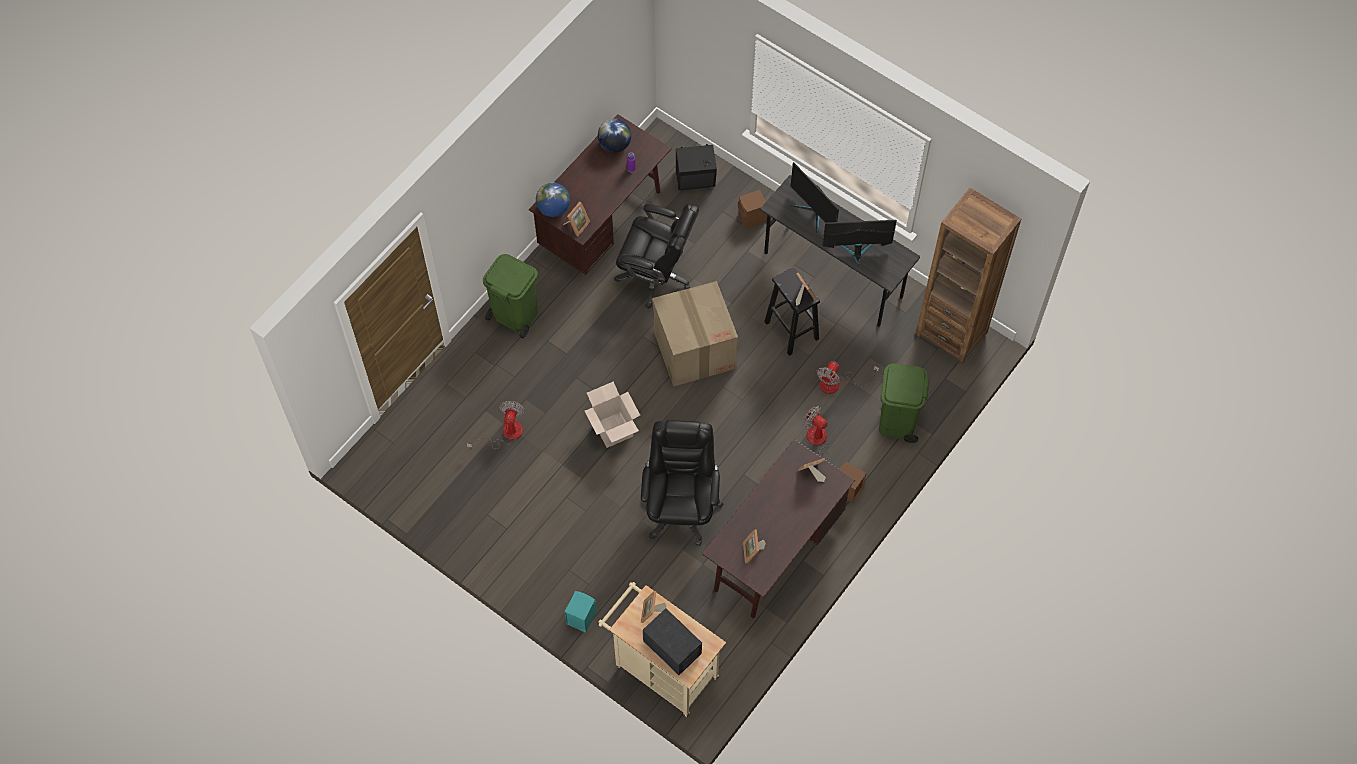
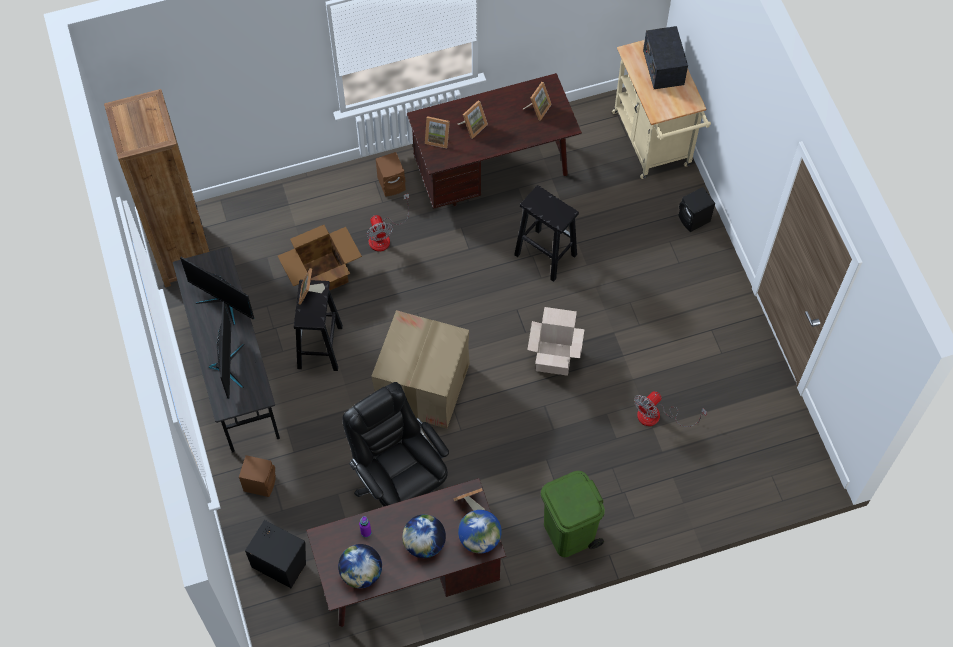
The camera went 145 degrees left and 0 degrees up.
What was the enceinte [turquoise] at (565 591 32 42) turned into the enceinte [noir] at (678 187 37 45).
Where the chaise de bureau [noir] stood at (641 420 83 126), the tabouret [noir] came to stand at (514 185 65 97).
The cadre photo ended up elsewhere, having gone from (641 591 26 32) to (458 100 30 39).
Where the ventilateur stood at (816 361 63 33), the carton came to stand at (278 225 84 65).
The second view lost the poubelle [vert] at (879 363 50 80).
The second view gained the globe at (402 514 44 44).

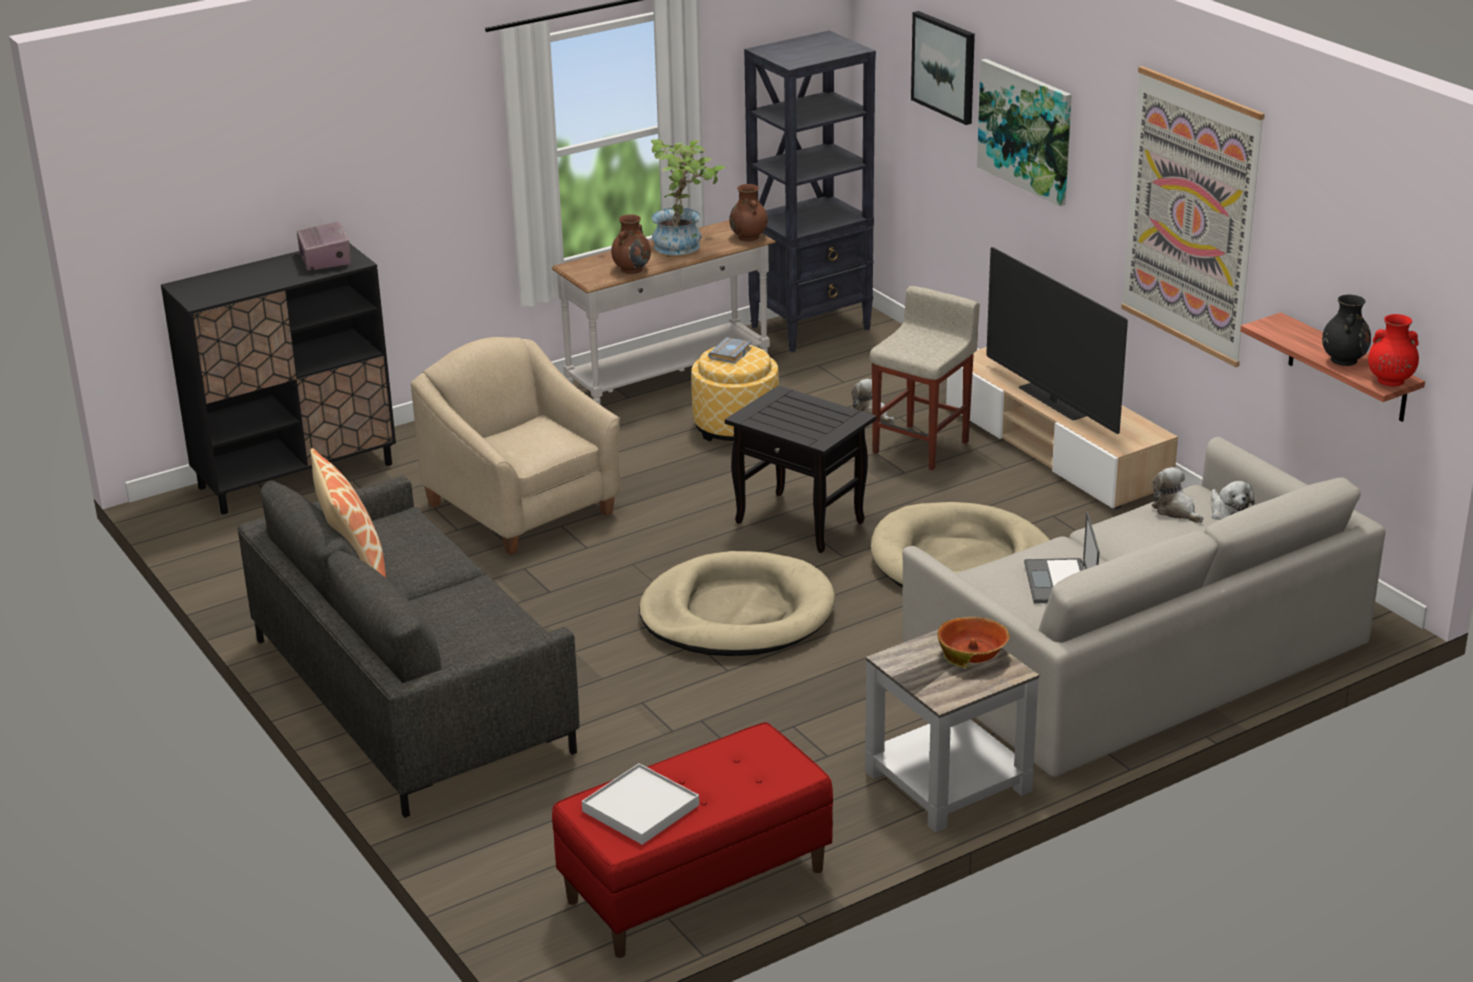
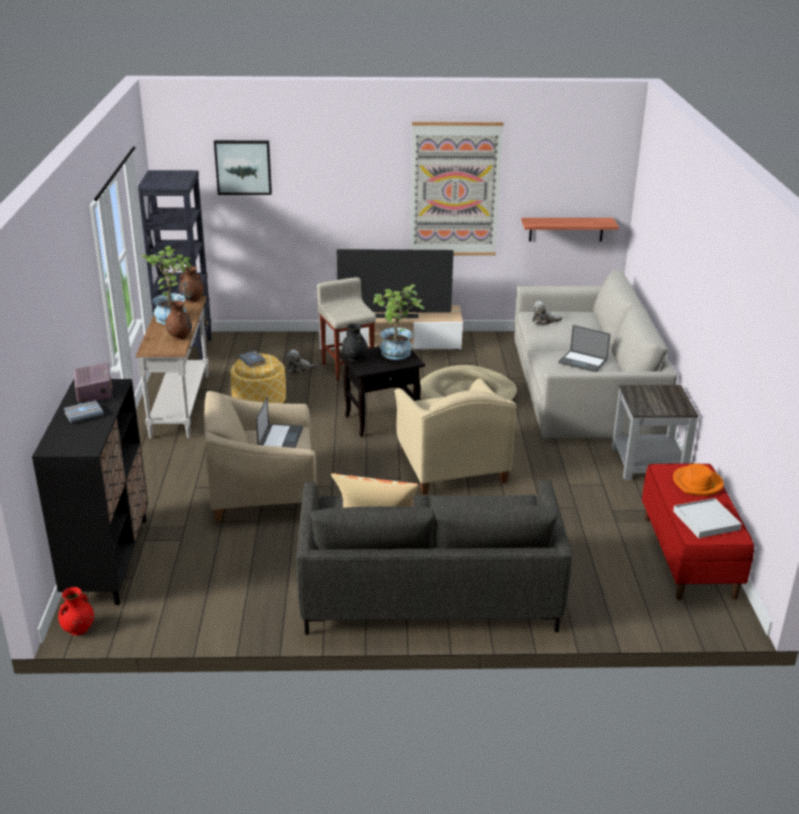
The camera went 60 degrees left and 0 degrees up.
The radio at (297 221 54 49) ended up facing another way, 60 degrees clockwise from before.
Where the panier pour chien [beige] stood at (639 551 196 105), the fauteuil [beige] came to stand at (394 378 123 117).
The second view lost the bol at (938 617 72 51).
The second view lost the tableau at (977 59 95 147).
The second view lost the peluche at (1211 481 44 39).
The vase [noir] ended up elsewhere, having gone from (1322 295 49 71) to (342 323 26 39).
The vase [rouge] ended up elsewhere, having gone from (1368 314 51 72) to (58 587 36 48).
The second view gained the livre [gris] at (64 400 40 23).
The second view gained the ordinateur portable at (256 396 47 52).
The second view gained the plante en pot at (373 284 51 76).
The second view gained the chapeau [orange] at (673 464 51 32).

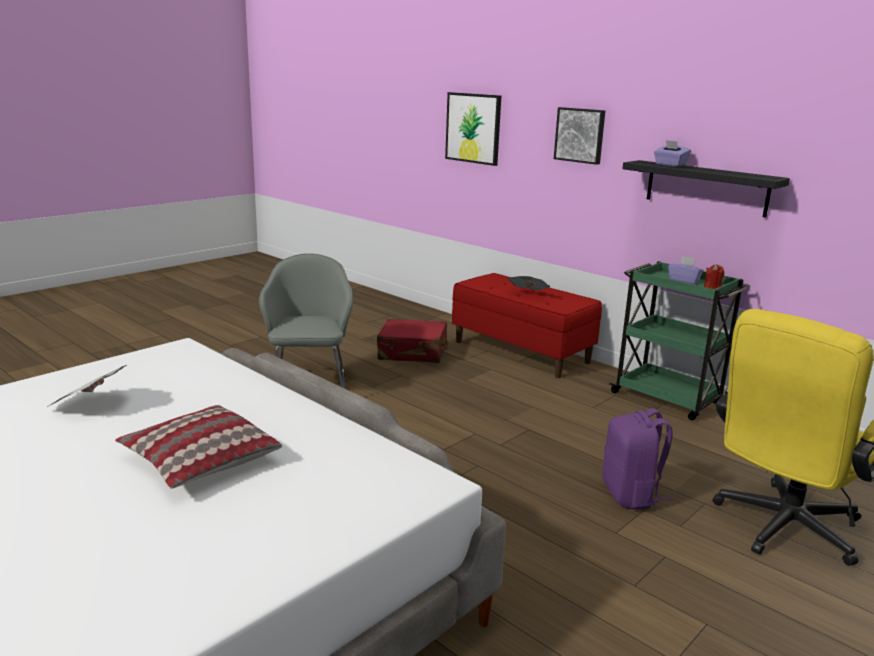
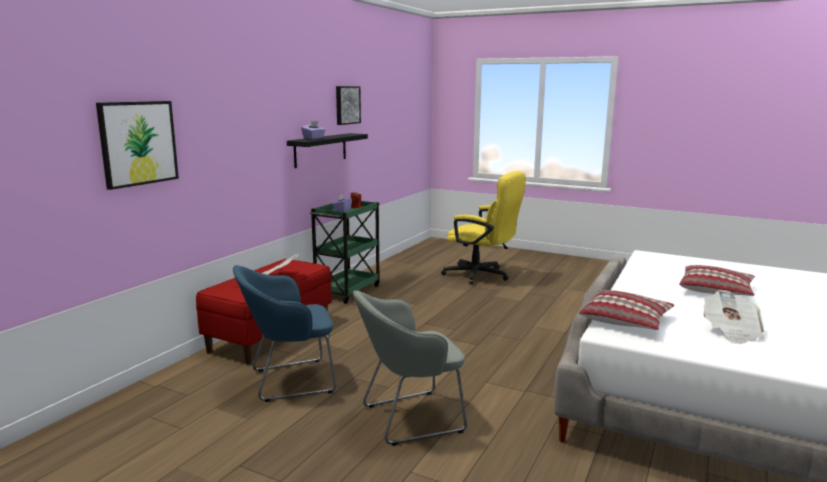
The camera went 105 degrees left and 5 degrees down.
Where the valise [rouge] stood at (377 319 71 44), the fauteuil [bleu] came to stand at (233 265 103 137).
The tableau ended up elsewhere, having gone from (554 107 51 58) to (336 86 25 39).
The second view lost the sac à dos [violet] at (602 408 71 101).
The second view gained the coussin at (579 290 95 40).

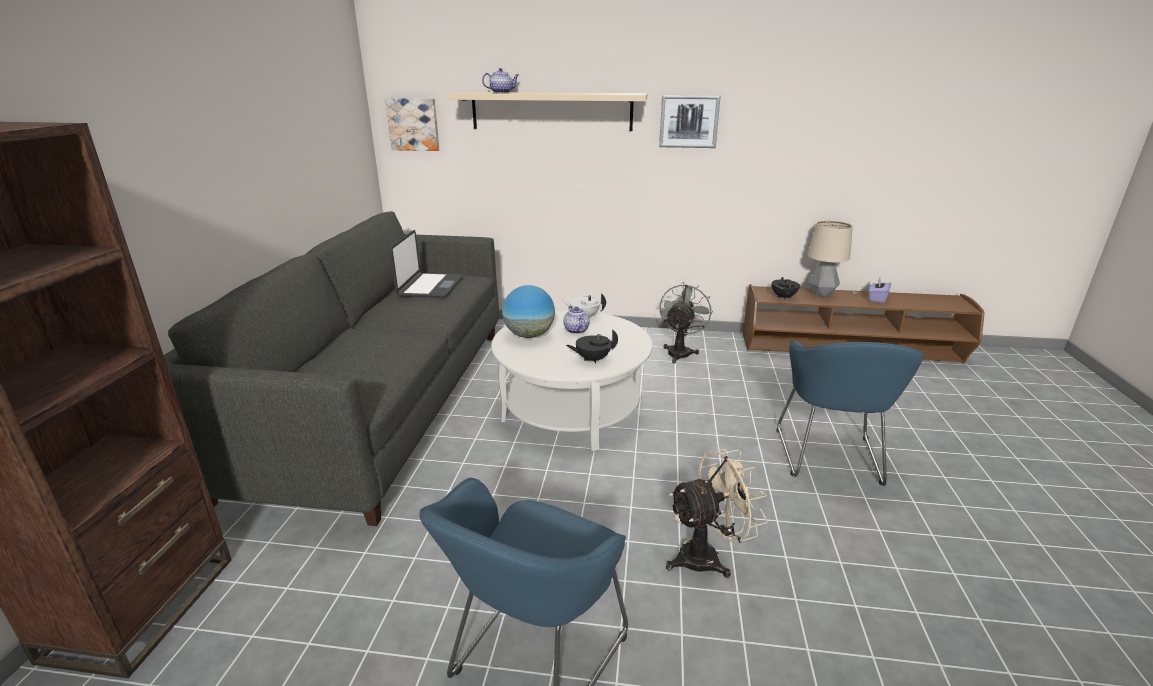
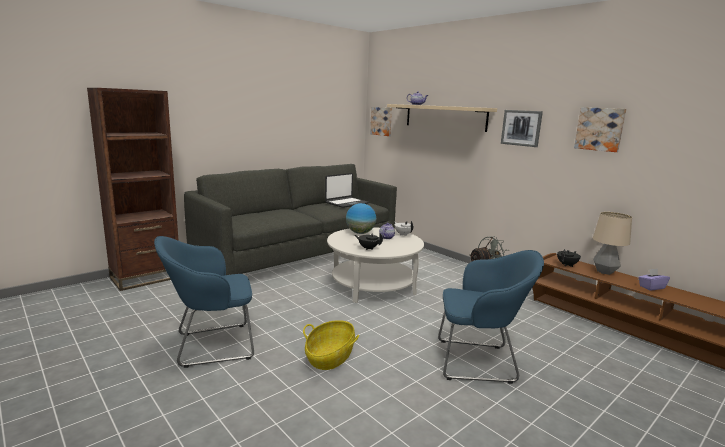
The camera went 40 degrees right and 10 degrees down.
Where the ventilateur [beige] stood at (666 449 102 129), the panier came to stand at (303 320 56 50).
The fauteuil [bleu] at (776 340 148 146) ended up facing another way, 135 degrees counterclockwise from before.
The second view gained the tableau at (574 107 52 45).

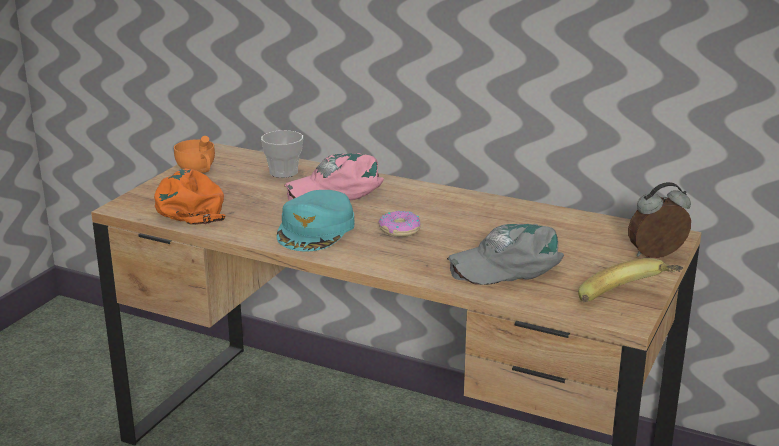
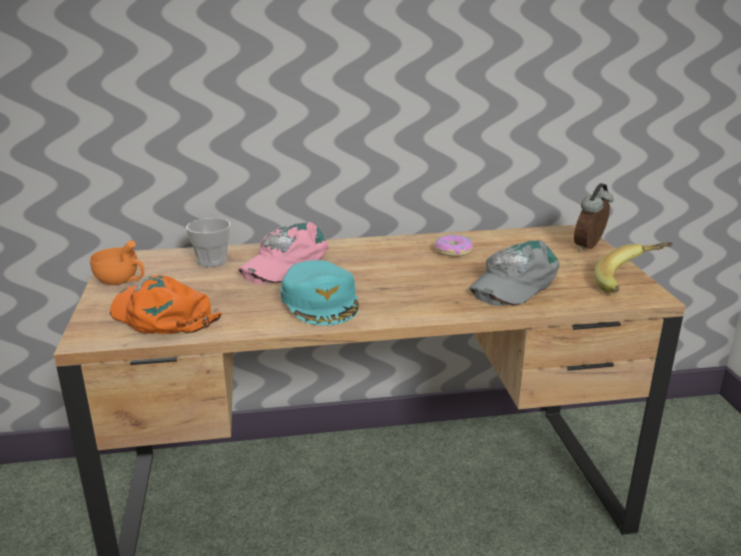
The camera went 35 degrees left and 0 degrees up.
The beignet ended up elsewhere, having gone from (378 211 43 26) to (435 235 38 22).

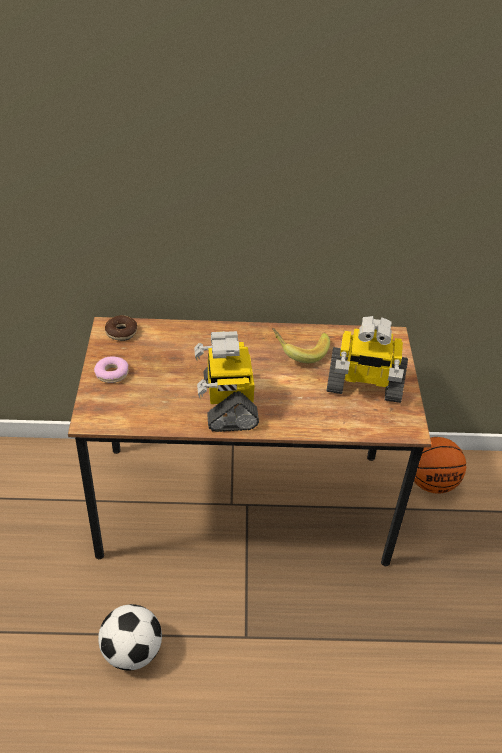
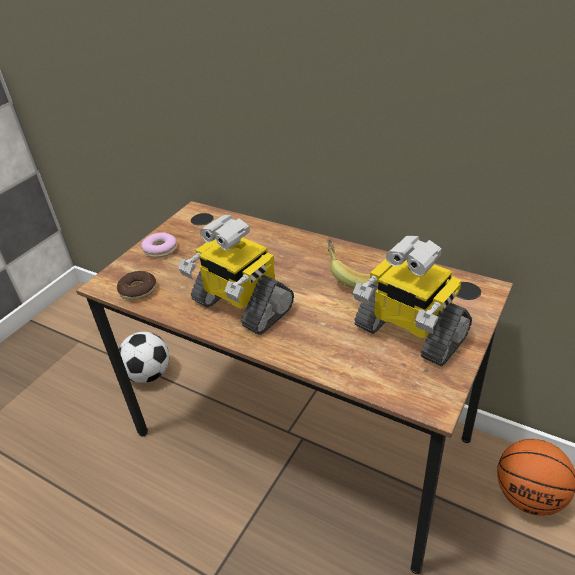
The camera went 35 degrees right and 5 degrees down.
The ballon de foot ended up elsewhere, having gone from (98 604 64 66) to (119 332 51 51).
The beignet ended up elsewhere, having gone from (105 315 32 25) to (117 271 39 29).
The robot jouet at (194 331 65 101) ended up facing another way, 75 degrees counterclockwise from before.

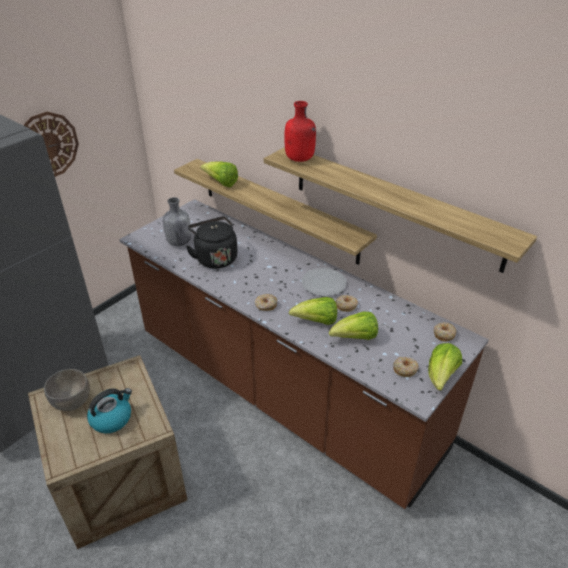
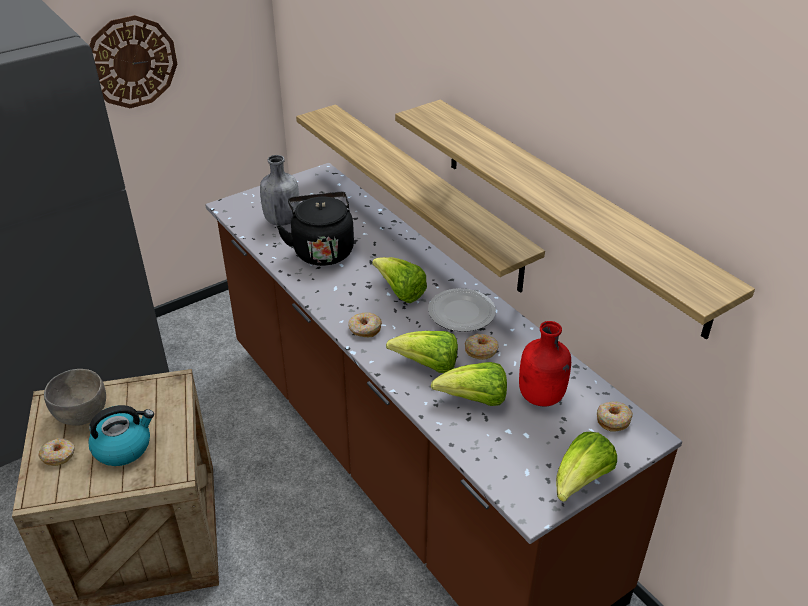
The camera went 15 degrees right and 0 degrees up.
The laitue ended up elsewhere, having gone from (200 161 38 26) to (372 257 55 46).
The bouteille [rouge] ended up elsewhere, having gone from (284 101 32 61) to (519 321 52 85).
The beignet ended up elsewhere, having gone from (393 357 26 20) to (39 438 36 28).

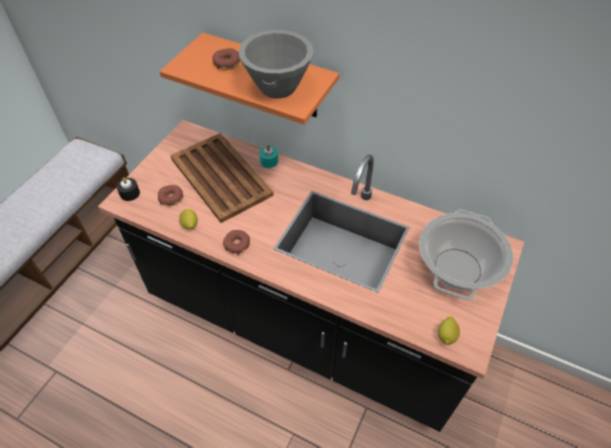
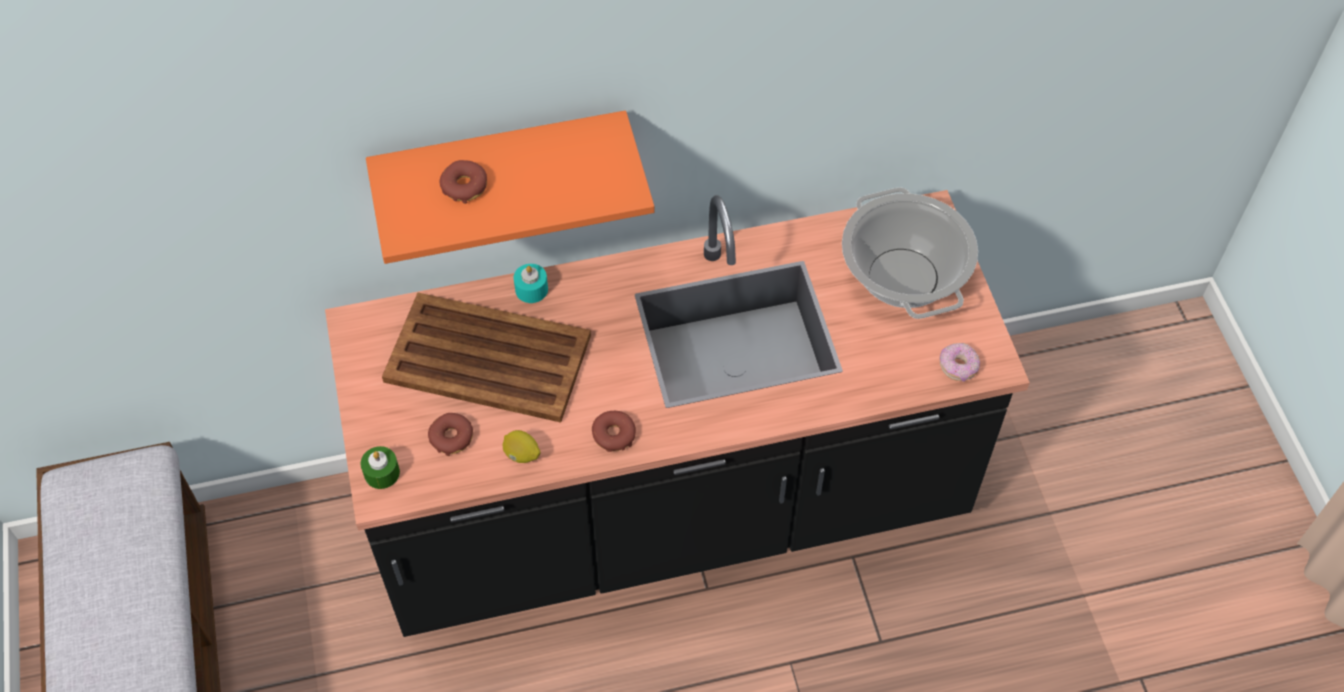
The camera went 40 degrees left and 5 degrees up.
What was the bougie [noir] at (116 177 24 24) turned into the bougie [vert] at (361 446 39 43).
The second view lost the bol [gris] at (239 30 75 69).
Where the citron stood at (438 316 22 28), the beignet came to stand at (939 343 41 39).

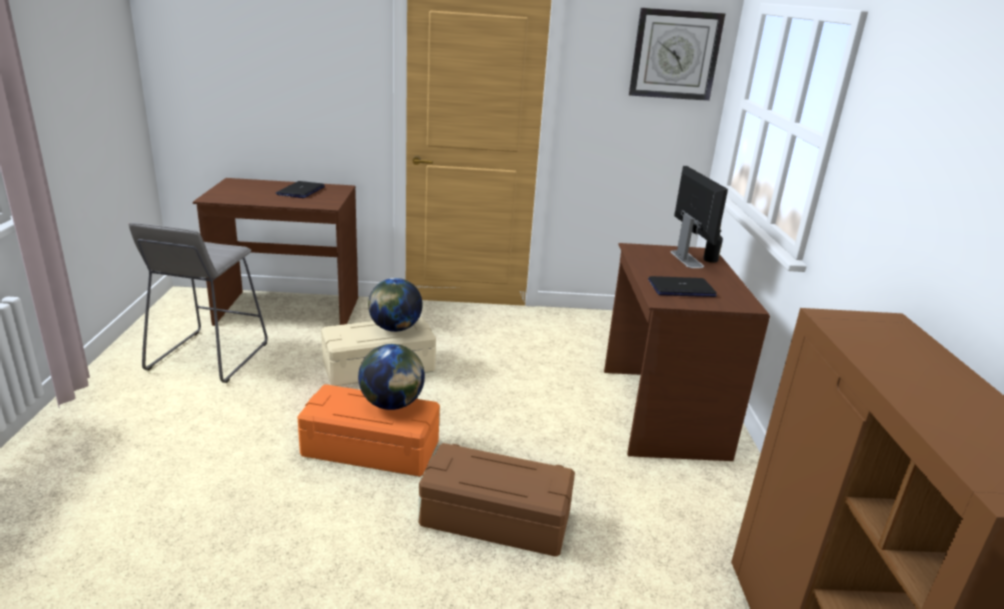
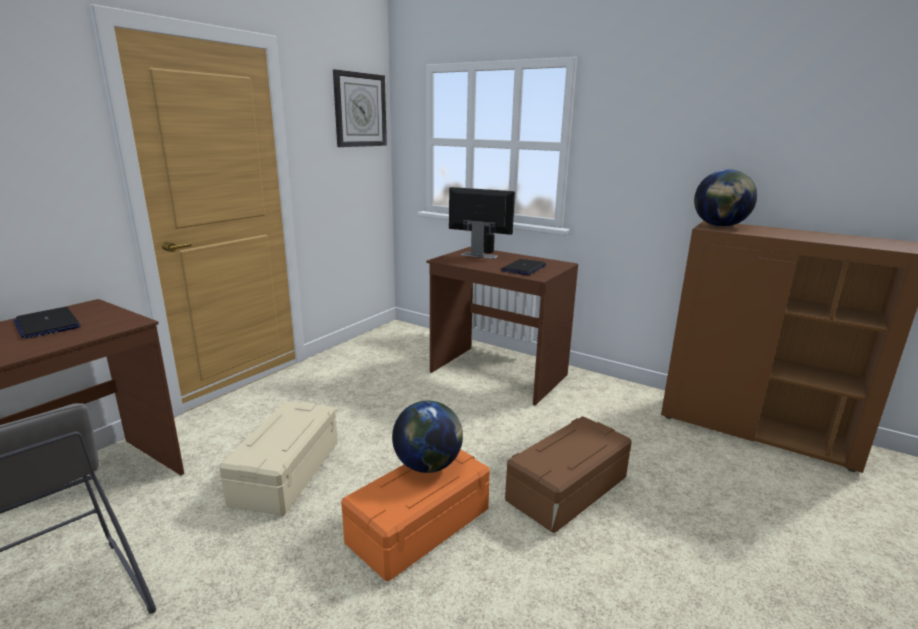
The camera went 55 degrees left and 5 degrees down.
The globe ended up elsewhere, having gone from (368 278 55 54) to (694 169 63 58).

